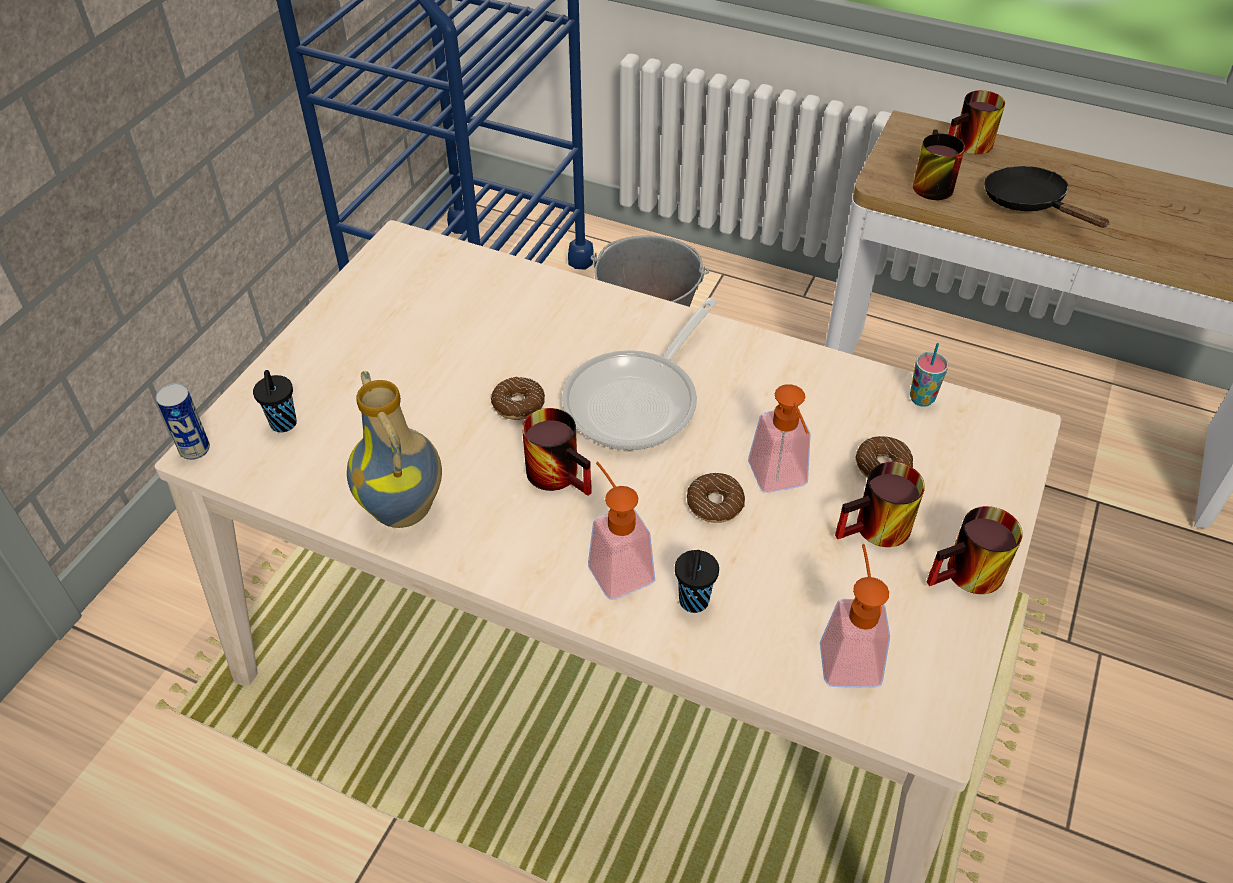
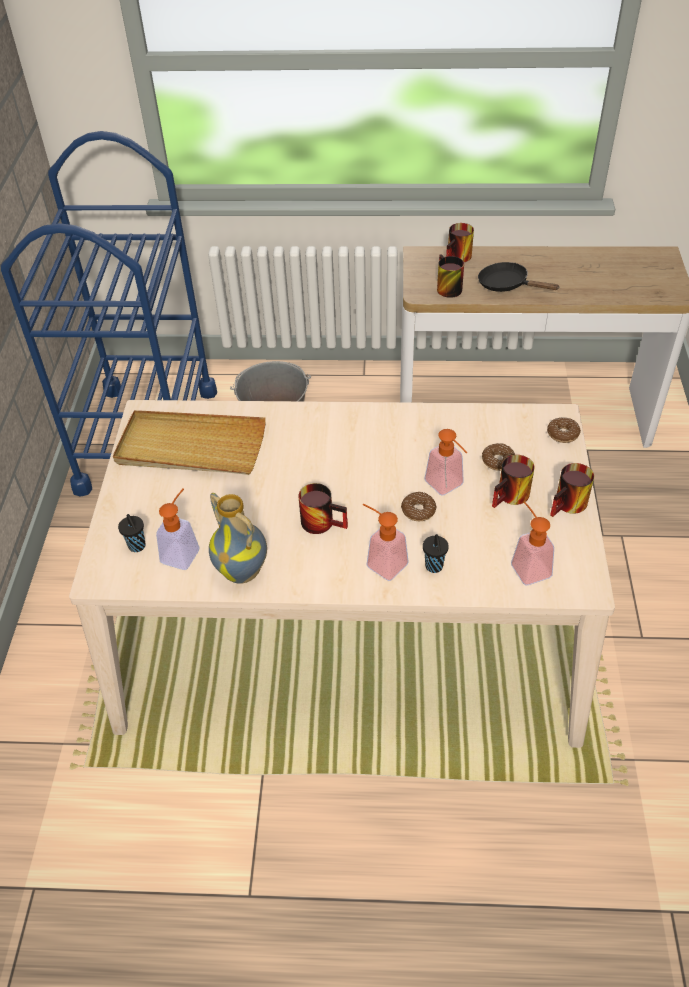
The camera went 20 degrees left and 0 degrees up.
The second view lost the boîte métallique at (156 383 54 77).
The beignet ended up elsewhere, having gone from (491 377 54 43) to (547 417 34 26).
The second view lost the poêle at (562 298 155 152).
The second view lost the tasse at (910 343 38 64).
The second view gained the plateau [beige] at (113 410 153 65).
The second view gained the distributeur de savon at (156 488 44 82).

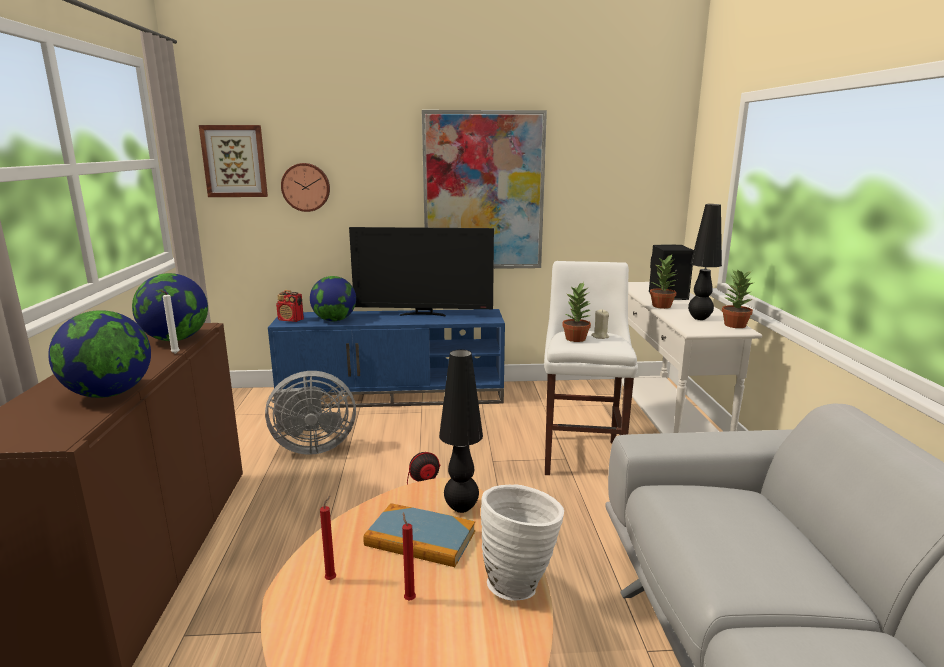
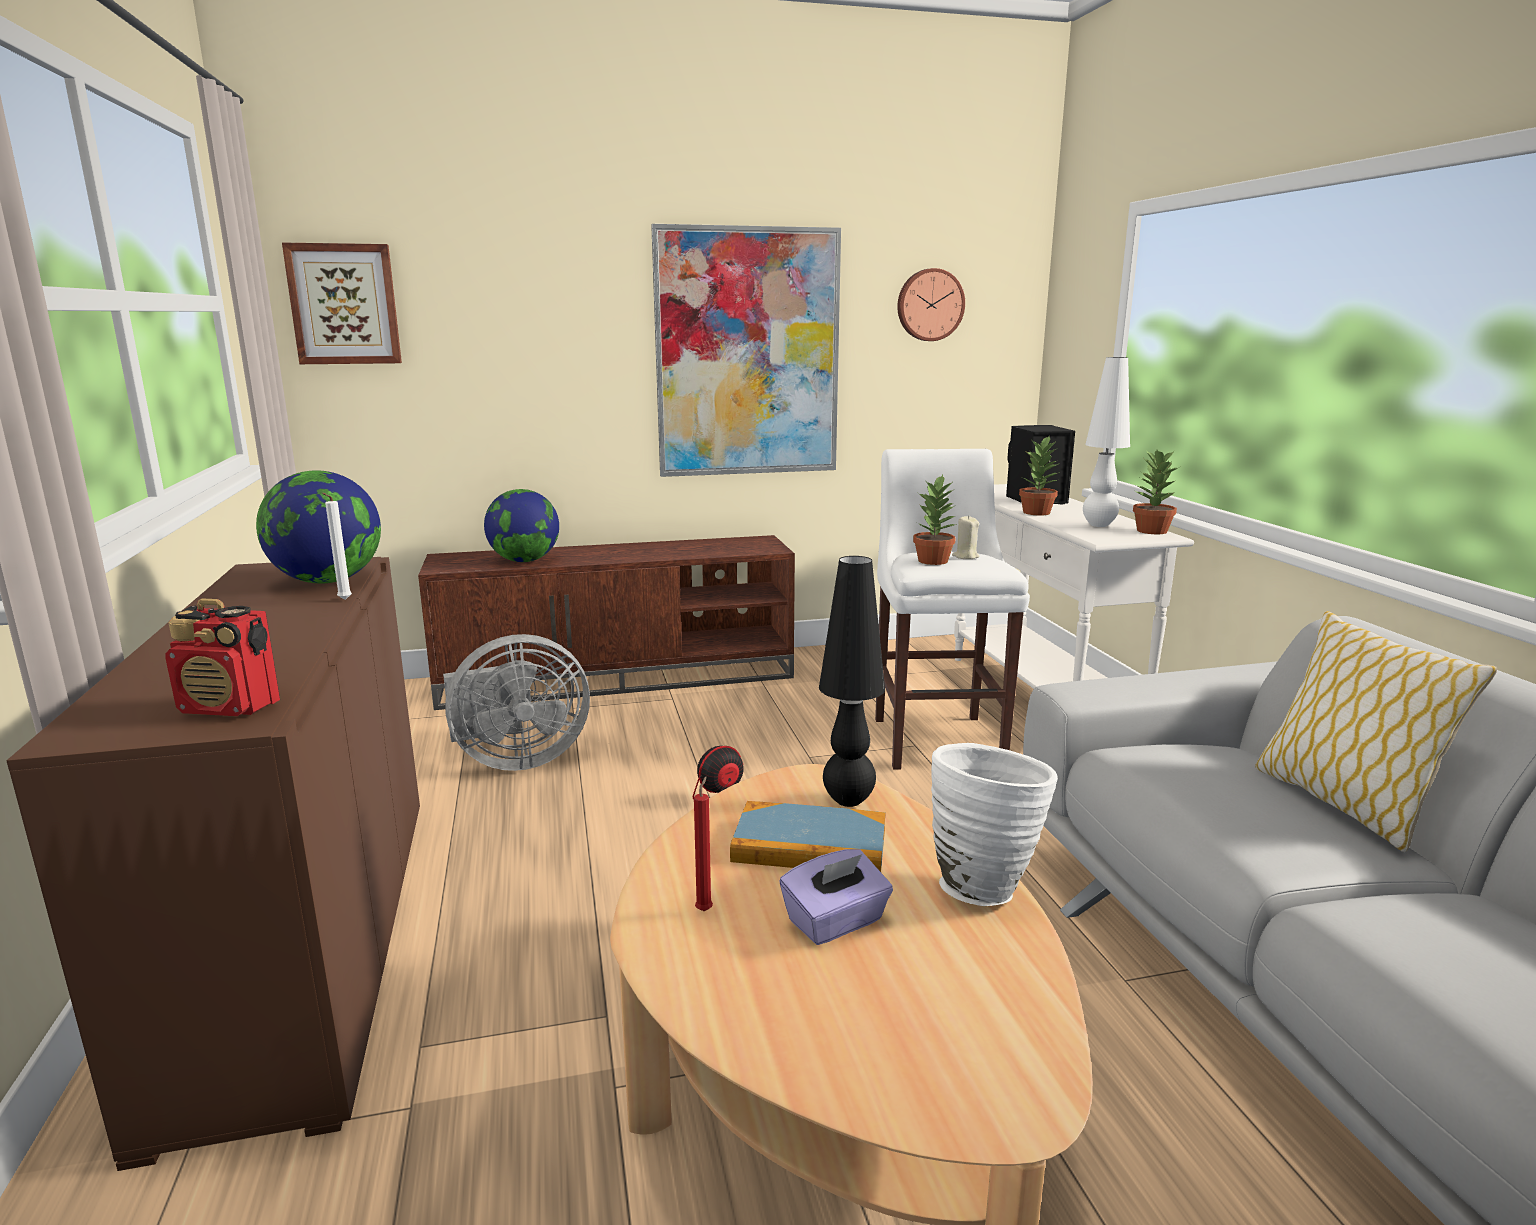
The camera went 10 degrees left and 0 degrees up.
The second view lost the globe at (48 310 103 88).
What was the meuble télé [bleu] at (268 309 237 99) turned into the meuble télé [marron] at (418 535 377 175).
The radio ended up elsewhere, having gone from (276 290 28 32) to (165 598 115 118).
The horloge murale ended up elsewhere, having gone from (281 163 49 49) to (897 268 68 73).
The second view lost the téléviseur at (349 227 145 90).
Where the bougie [rouge] stood at (402 513 14 87), the boîte à mouchoirs [violet] came to stand at (780 849 113 96).
What was the lampe de table [noir] at (688 204 34 116) turned into the lampe de table [blanc] at (1083 357 47 170).
The second view gained the coussin at (1255 611 242 241).

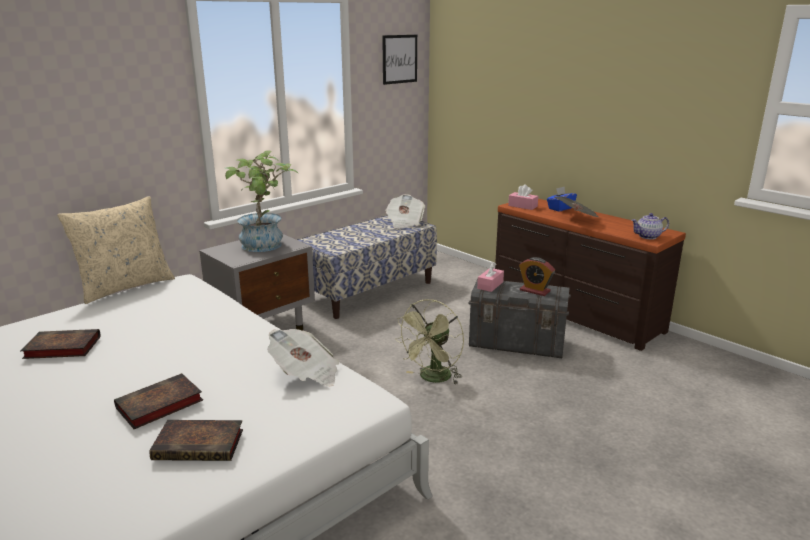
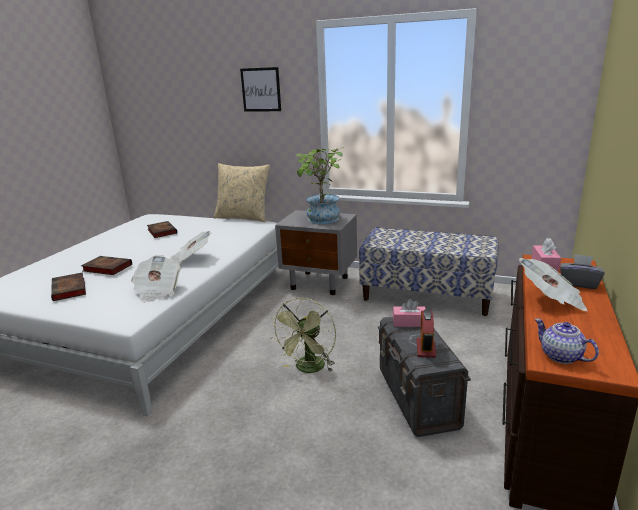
The camera went 65 degrees right and 0 degrees up.
The tableau ended up elsewhere, having gone from (382 35 35 50) to (240 67 41 45).
The journal ended up elsewhere, having gone from (385 194 40 35) to (169 231 43 33).
The ventilateur [vert] at (395 299 69 85) ended up facing another way, 75 degrees counterclockwise from before.
What was the boîte à mouchoirs [bleu] at (547 187 30 24) turned into the boîte à mouchoirs [gris] at (560 254 45 35).

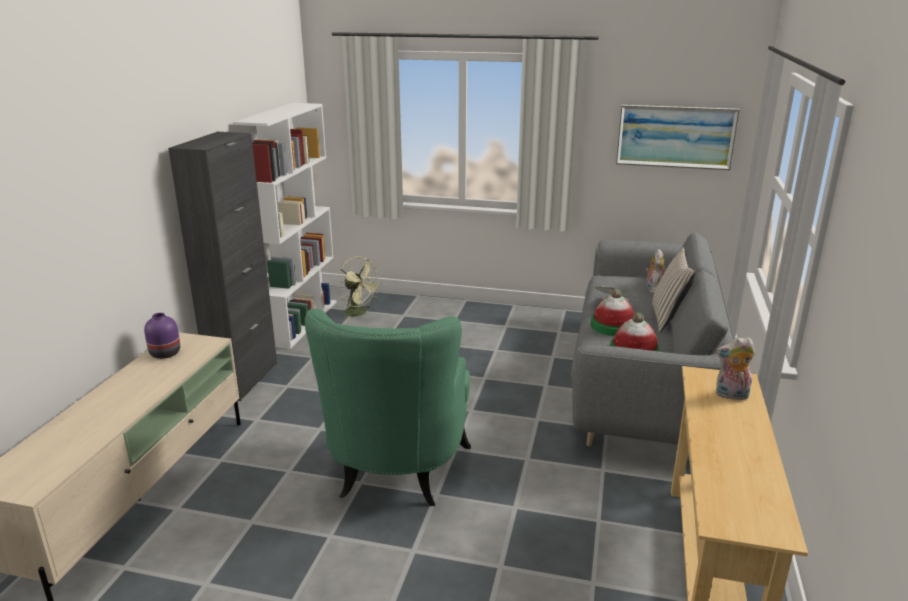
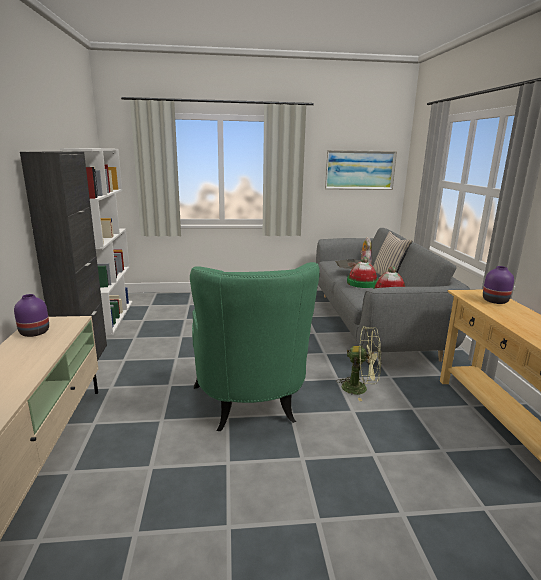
The camera went 20 degrees left and 5 degrees down.
The ventilateur [vert] ended up elsewhere, having gone from (338 256 44 65) to (336 326 45 75).
Where the peluche stood at (716 337 39 63), the vase [violet] came to stand at (483 266 31 38).

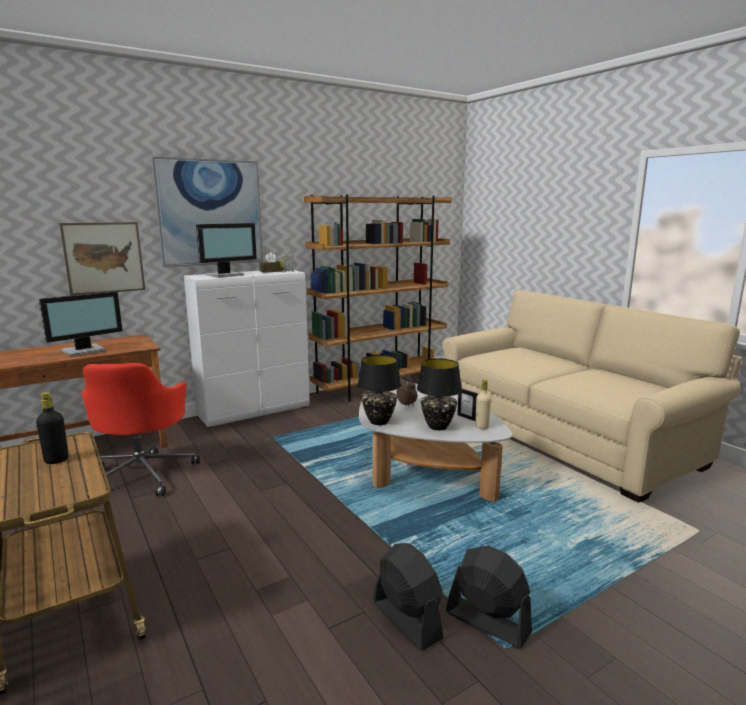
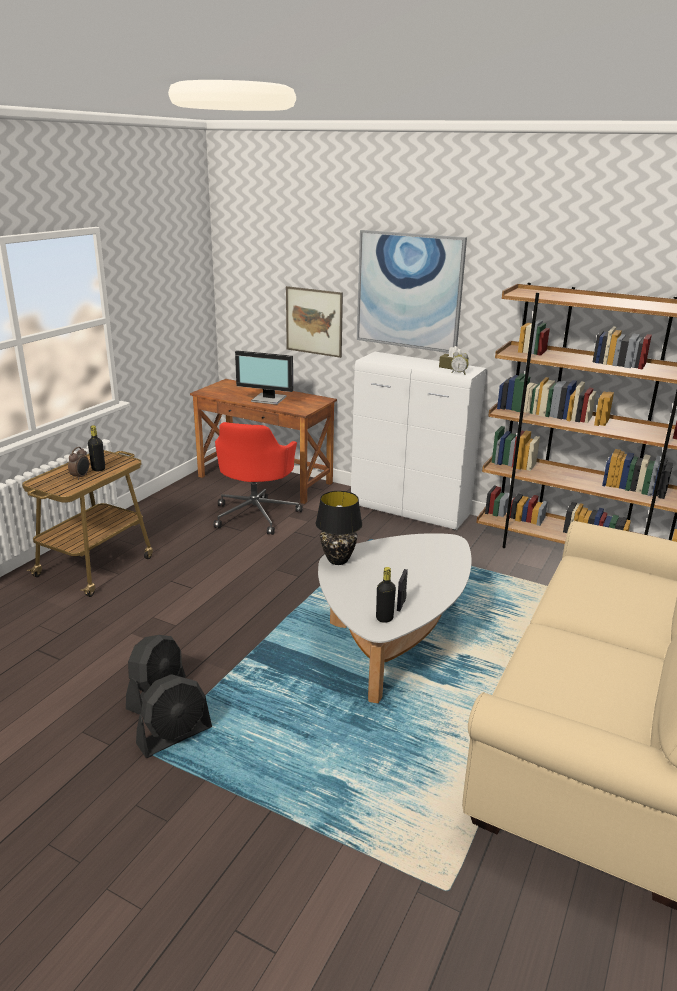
The camera went 60 degrees right and 10 degrees up.
The chaise de bureau [rouge] at (81 363 119 135) ended up facing another way, 45 degrees counterclockwise from before.
The second view lost the écran d'ordinateur at (196 223 61 55).
The réveil ended up elsewhere, having gone from (397 376 20 31) to (68 447 21 33).
The second view lost the lampe de table [noir] at (417 359 45 71).
The ventilateur [noir] at (446 545 86 104) ended up facing another way, 45 degrees clockwise from before.
What was the bouteille [beige] at (475 379 16 50) turned into the bouteille [noir] at (376 567 20 56).

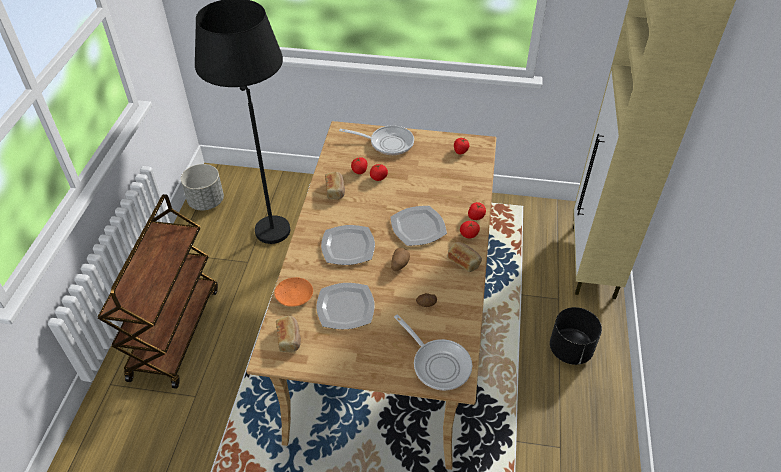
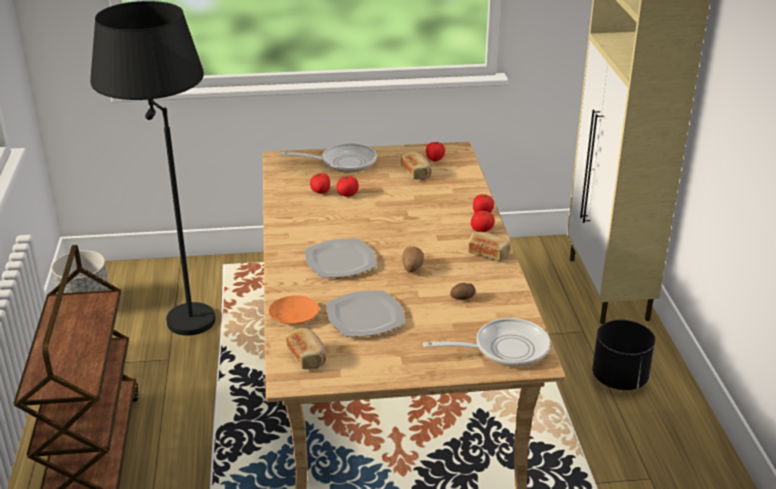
The camera went 15 degrees left and 15 degrees down.
The pain ended up elsewhere, having gone from (325 172 20 28) to (401 152 31 28).
The second view lost the assiette at (391 206 56 40).
The poêle at (394 314 78 77) ended up facing another way, 45 degrees counterclockwise from before.

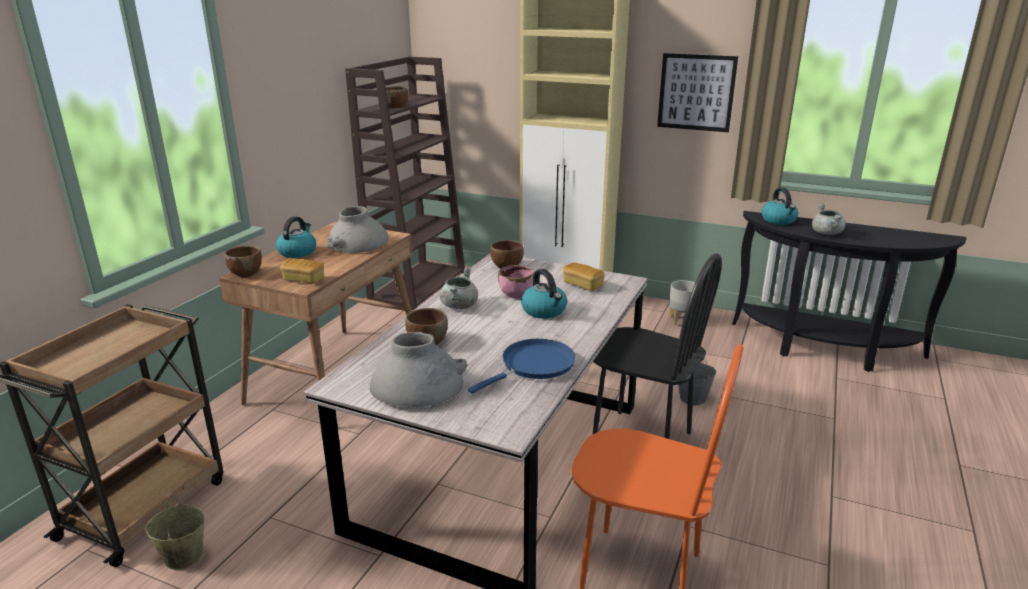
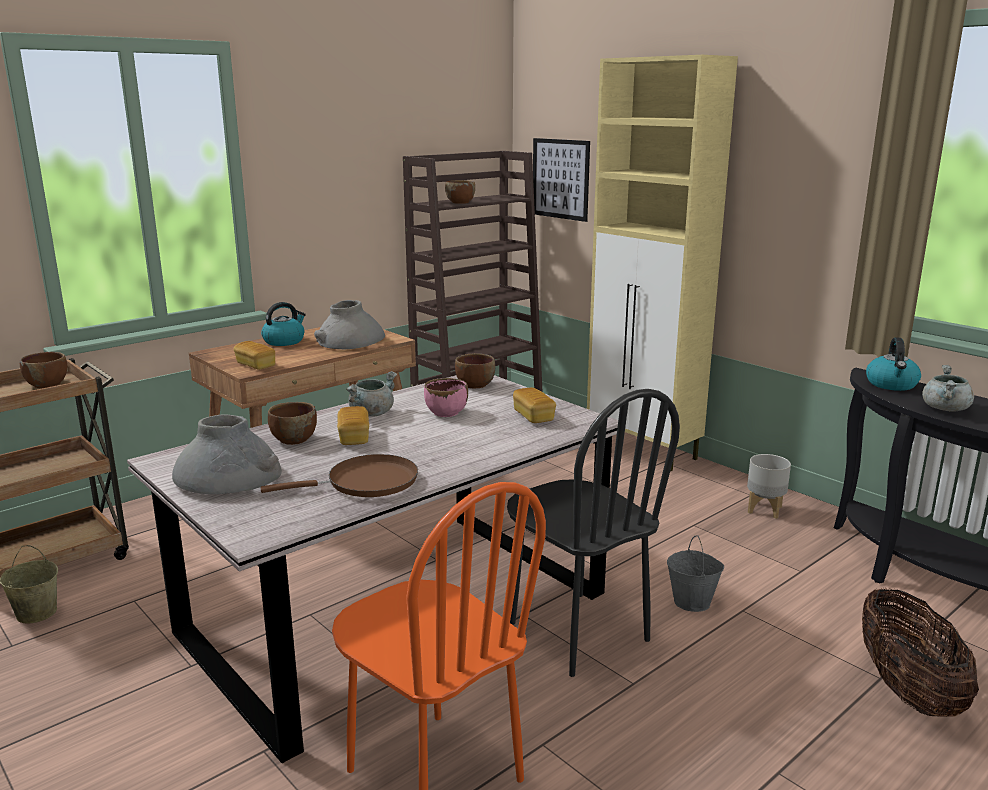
The camera went 25 degrees right and 5 degrees down.
The bol [marron] ended up elsewhere, having gone from (225 246 37 31) to (20 352 47 36).
What was the poêle [bleu] at (468 339 108 55) turned into the poêle [marron] at (261 454 157 43).
The second view lost the bouilloire at (521 269 46 50).
The tableau ended up elsewhere, having gone from (657 53 81 79) to (533 138 57 84).
The second view gained the pain at (337 406 32 39).
The second view gained the panier at (862 588 117 129).

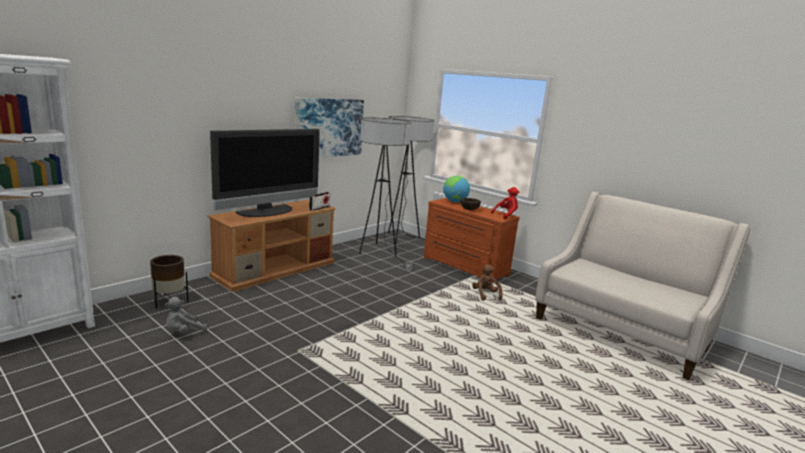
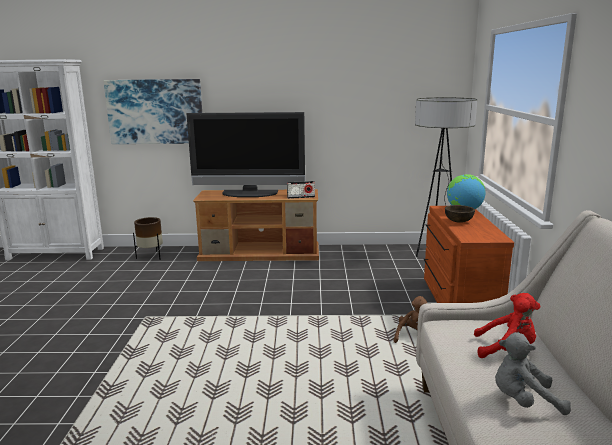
The camera went 50 degrees right and 0 degrees up.
The peluche [gris] ended up elsewhere, having gone from (165 297 42 37) to (495 332 76 83).
The tableau ended up elsewhere, having gone from (294 98 70 60) to (103 79 99 65).
The second view lost the lampadaire at (359 118 54 153).
The peluche [rouge] ended up elsewhere, having gone from (491 187 28 32) to (474 293 66 65).

